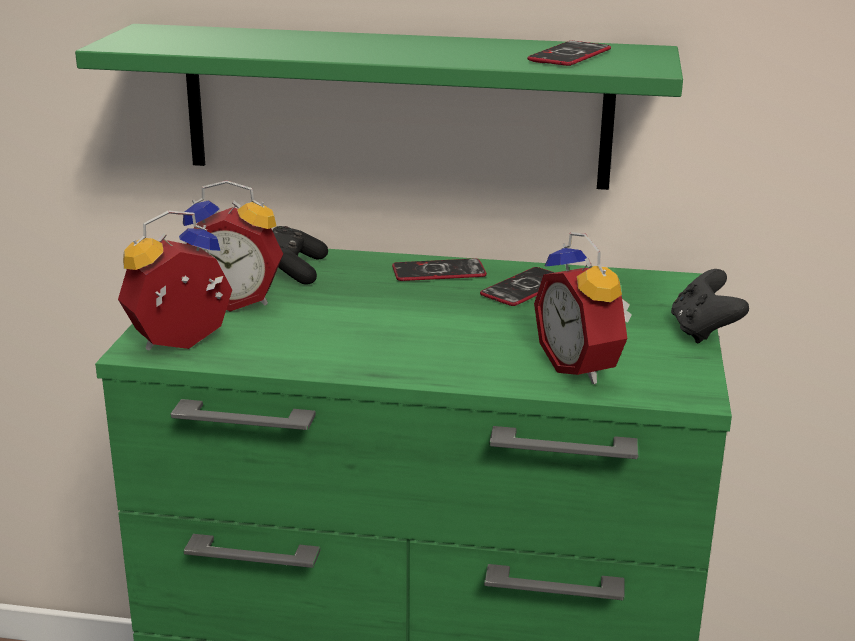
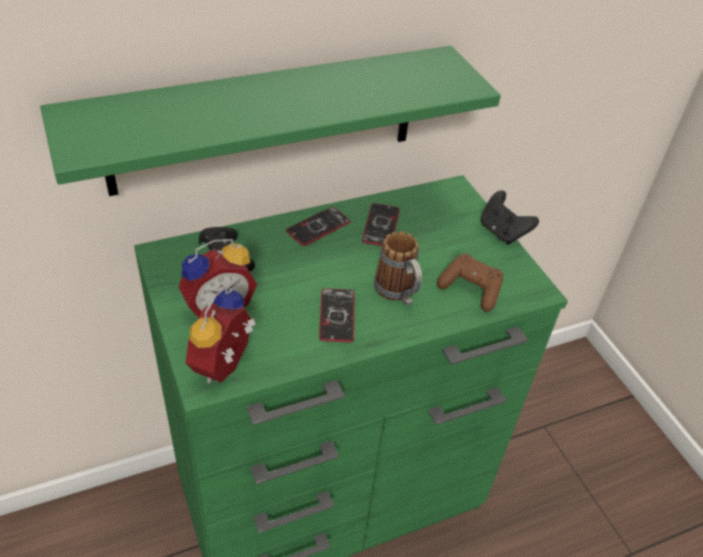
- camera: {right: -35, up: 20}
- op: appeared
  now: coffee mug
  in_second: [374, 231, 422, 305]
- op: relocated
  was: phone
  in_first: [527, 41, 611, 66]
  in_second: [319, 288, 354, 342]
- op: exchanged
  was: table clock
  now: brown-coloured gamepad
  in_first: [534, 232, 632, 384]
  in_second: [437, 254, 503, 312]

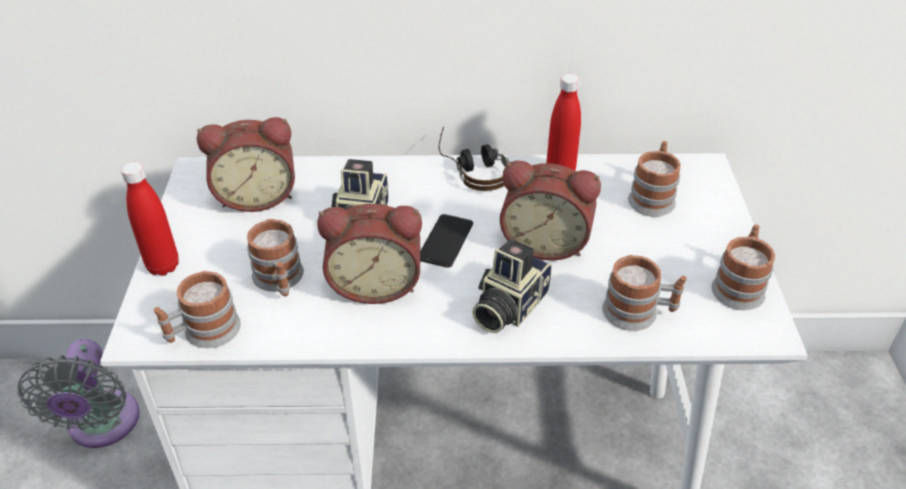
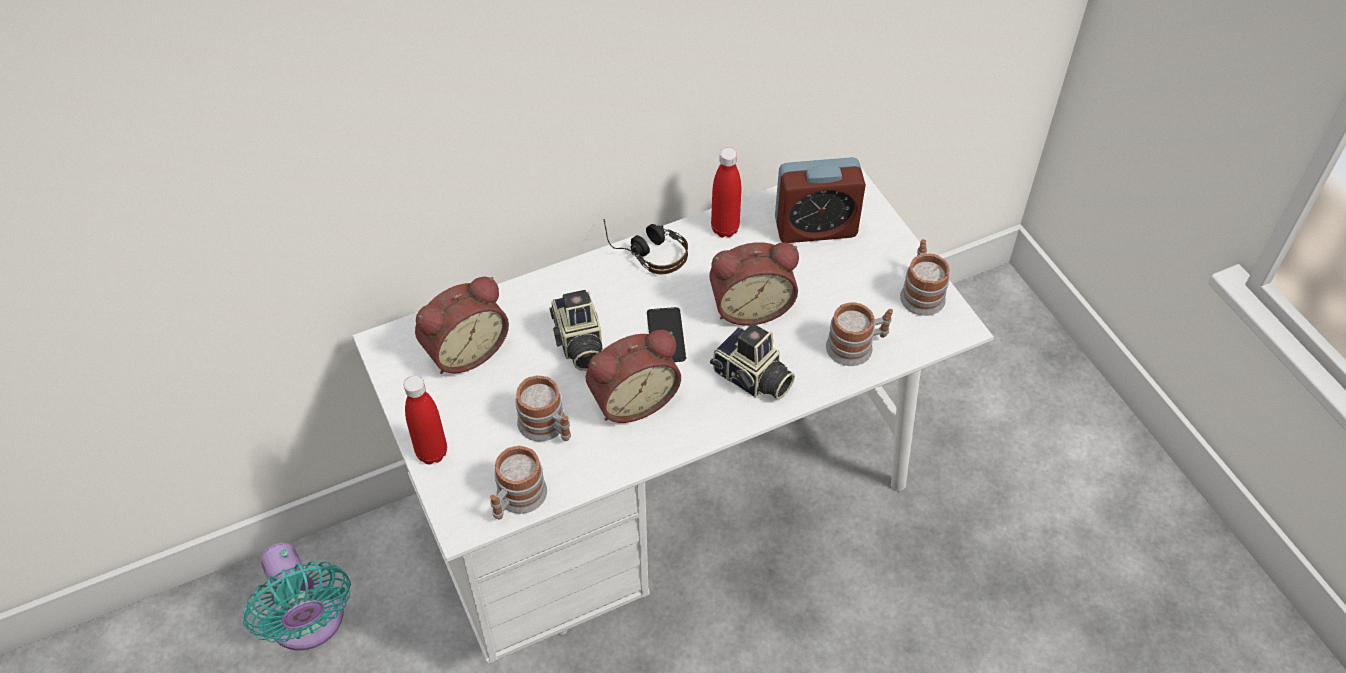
- camera: {right: -25, up: 10}
- op: exchanged
  was: coffee mug
  now: table clock
  in_first: [628, 141, 681, 217]
  in_second: [775, 157, 866, 243]
- op: colour
  was: greyish electric fan
  now: turquoise-coloured electric fan
  in_first: [17, 339, 140, 448]
  in_second: [243, 543, 351, 651]
- op: spun
  was: still camera
  in_first: [472, 239, 552, 333]
  in_second: [710, 323, 795, 399]
  clockwise: -60

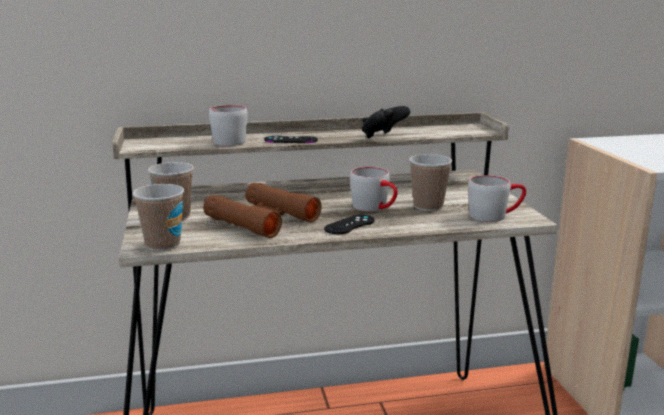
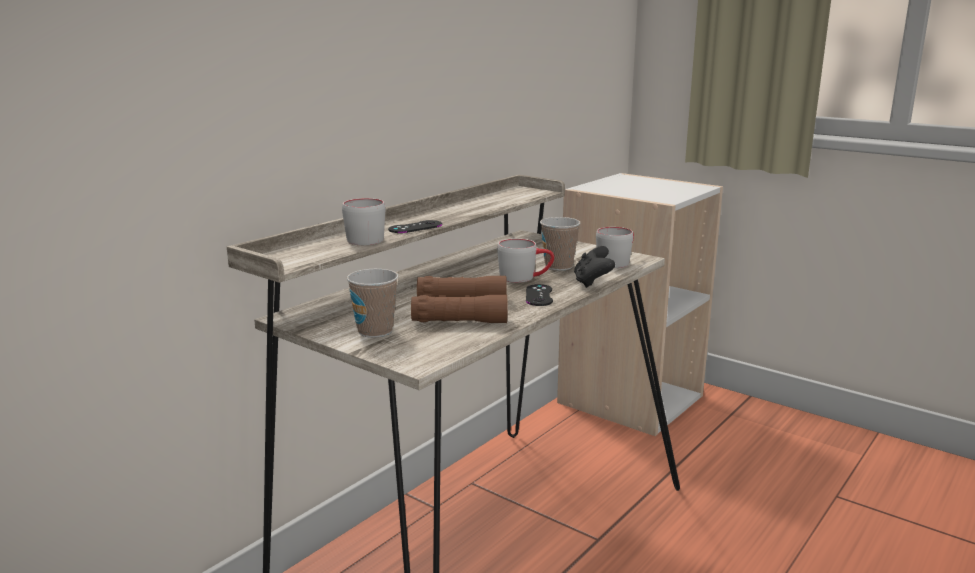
- camera: {right: -40, up: 0}
- op: missing
  was: small cup
  in_first: [133, 184, 184, 251]
- op: relocated
  was: blackish gamepad
  in_first: [362, 106, 410, 138]
  in_second: [574, 246, 615, 288]

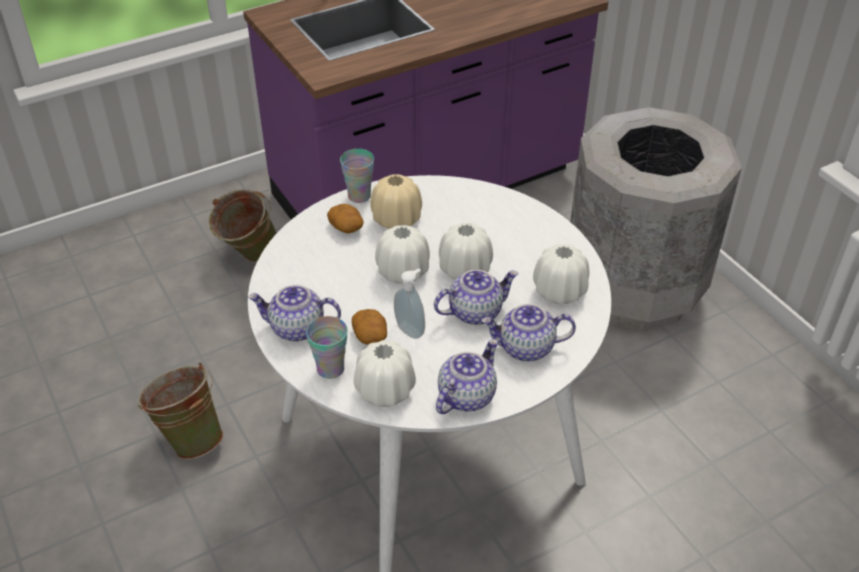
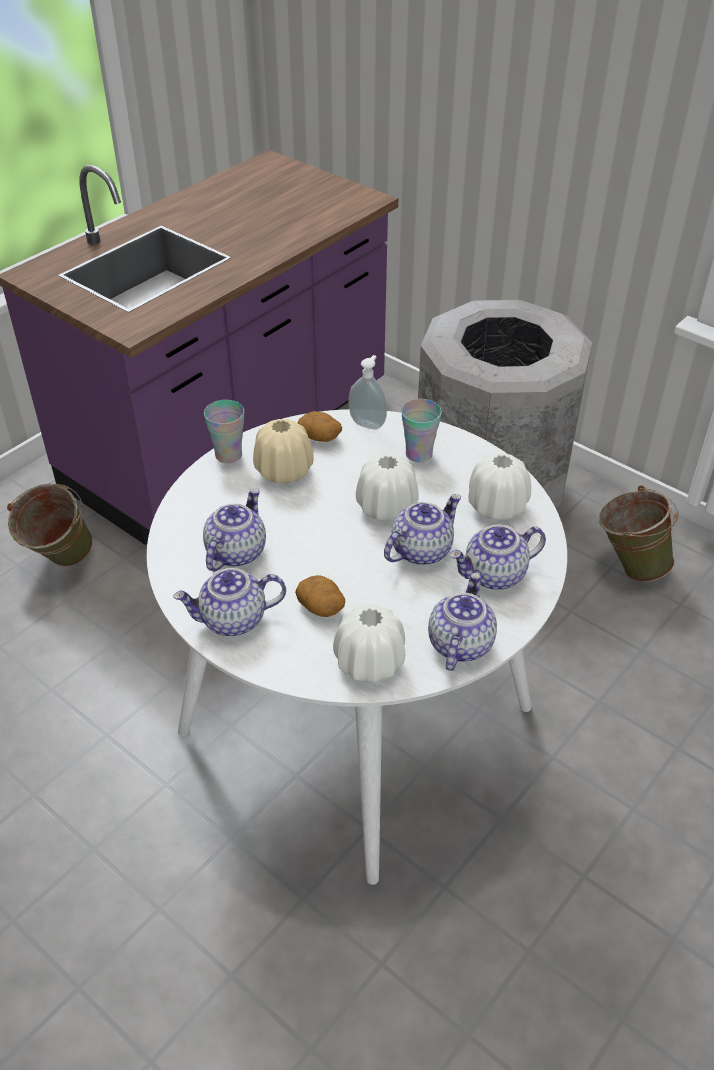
- camera: {right: -20, up: 0}
- op: missing
  was: white-coloured flower vase
  in_first: [375, 225, 430, 284]
- op: appeared
  now: teapot
  in_second: [203, 488, 266, 572]
- op: relocated
  was: green pail
  in_first: [138, 363, 224, 460]
  in_second: [599, 485, 678, 582]
- op: relocated
  was: small cup
  in_first: [306, 316, 348, 379]
  in_second: [401, 399, 442, 462]
- op: relocated
  was: spud
  in_first: [327, 204, 364, 233]
  in_second: [297, 411, 342, 442]
- op: relocated
  was: soap dispenser
  in_first: [394, 268, 425, 339]
  in_second: [349, 355, 387, 430]

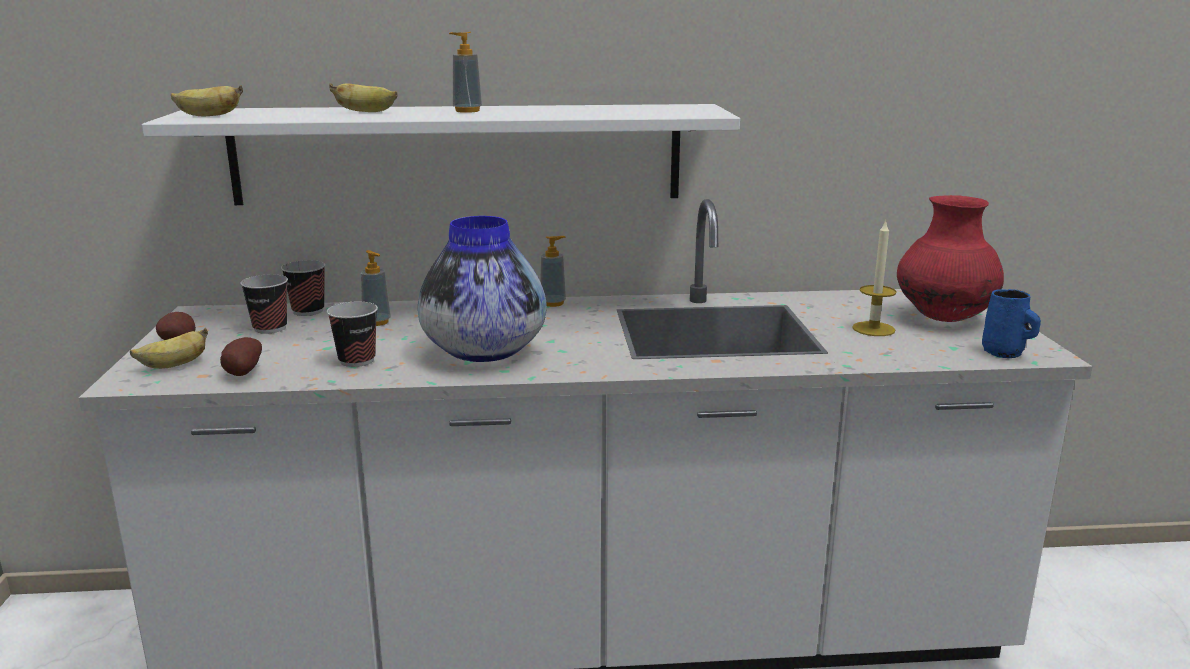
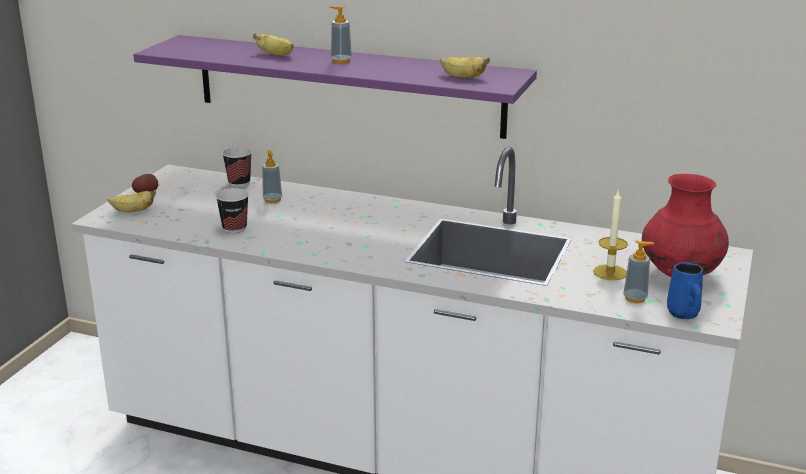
- camera: {right: 25, up: 5}
- op: missing
  was: spud
  in_first: [220, 337, 262, 376]
- op: missing
  was: small cup
  in_first: [240, 274, 288, 334]
- op: missing
  was: flower vase
  in_first: [418, 216, 547, 362]
- op: relocated
  was: banana
  in_first: [171, 85, 243, 116]
  in_second: [440, 57, 490, 78]
- op: relocated
  was: soap dispenser
  in_first: [540, 236, 566, 307]
  in_second: [623, 241, 654, 303]
- op: colour
  was: white-coloured wall shelf
  now: purple wall shelf
  in_first: [142, 104, 740, 205]
  in_second: [133, 35, 537, 139]

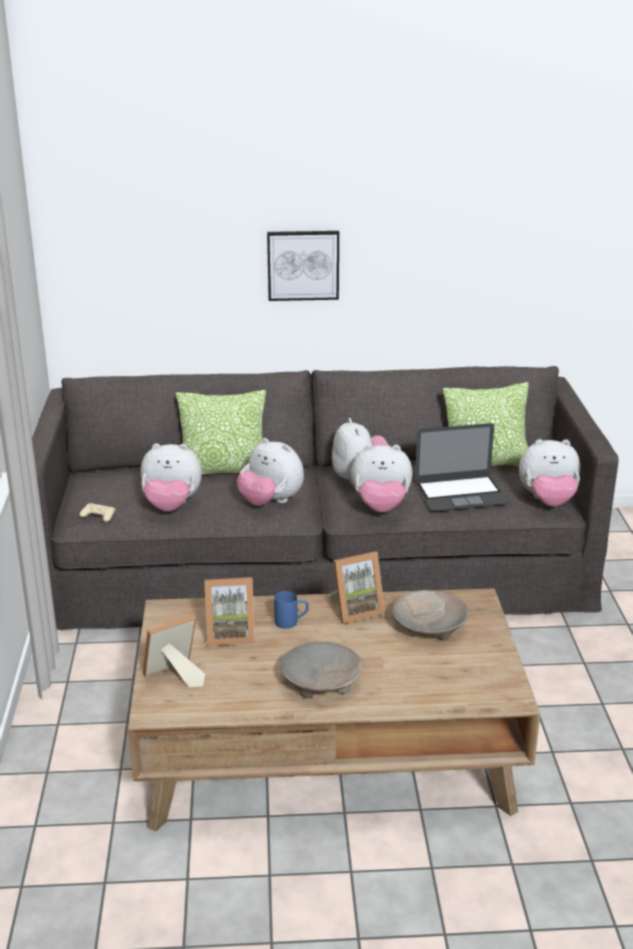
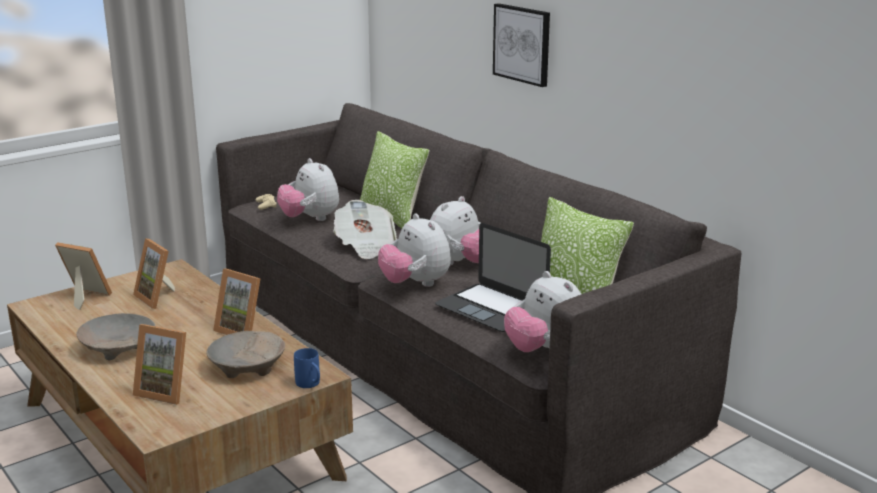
- camera: {right: 55, up: -5}
- op: appeared
  now: standing frame
  in_second: [133, 324, 186, 405]
- op: relocated
  was: bluish coffee mug
  in_first: [274, 591, 309, 629]
  in_second: [294, 348, 320, 388]
- op: exchanged
  was: soft toy
  now: daily paper
  in_first: [237, 438, 304, 506]
  in_second: [333, 200, 397, 259]

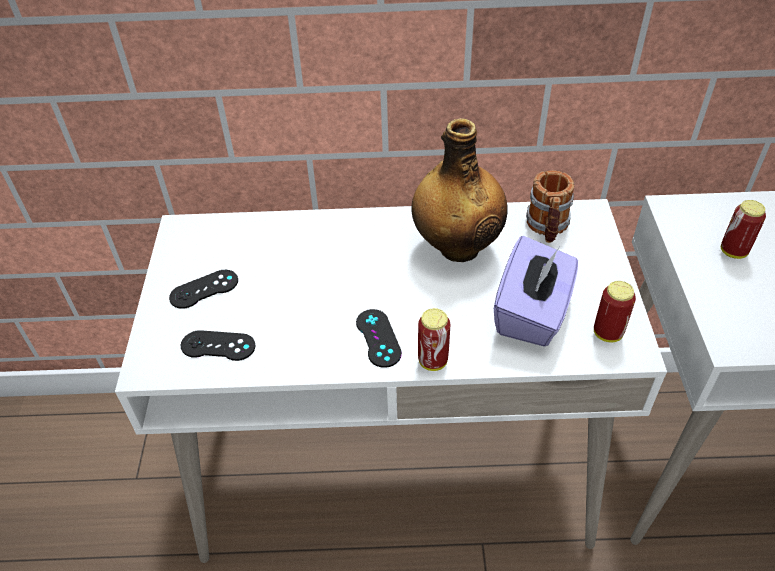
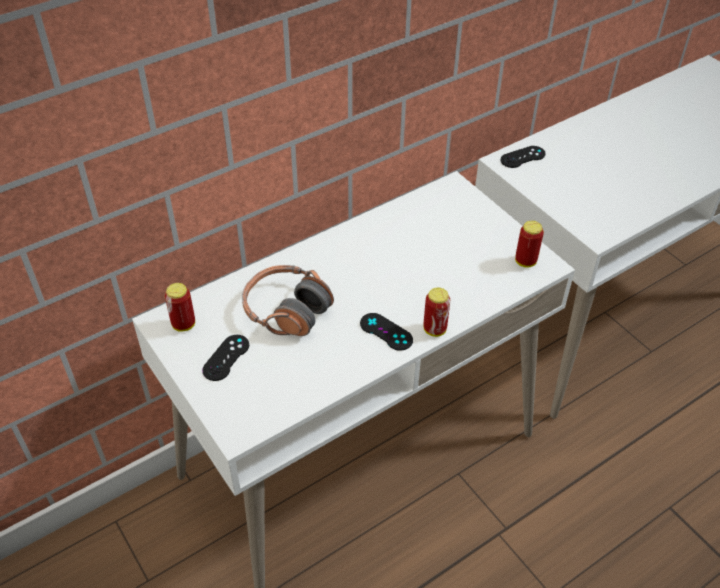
- camera: {right: -35, up: 0}
- op: missing
  was: drink bottle
  in_first: [411, 118, 508, 262]
- op: missing
  was: purple tissue box
  in_first: [494, 236, 578, 347]
- op: missing
  was: coffee mug
  in_first: [526, 170, 575, 243]
- op: appeared
  now: headphones
  in_second: [242, 265, 334, 336]
- op: relocated
  was: blackish gamepad
  in_first: [181, 330, 256, 361]
  in_second: [501, 146, 546, 168]
- op: relocated
  was: can
  in_first: [721, 200, 766, 259]
  in_second: [165, 283, 195, 332]

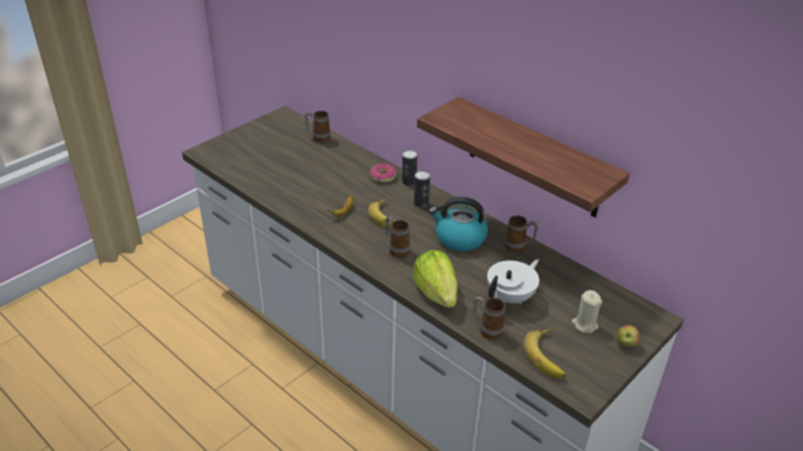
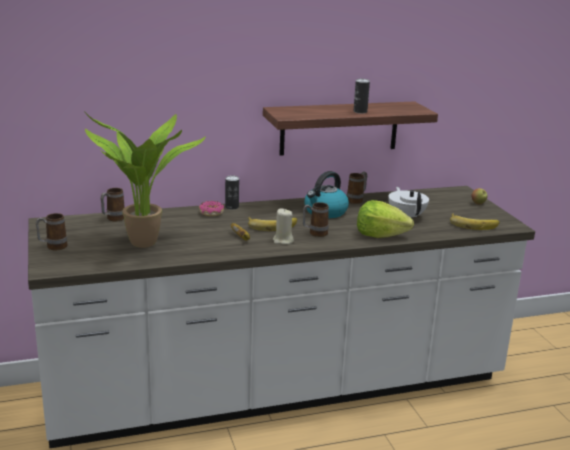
- camera: {right: -60, up: -15}
- op: appeared
  now: plant in a pot
  in_second: [84, 111, 206, 248]
- op: relocated
  was: can
  in_first: [414, 171, 430, 208]
  in_second: [354, 79, 370, 114]
- op: relocated
  was: coffee mug
  in_first: [473, 296, 505, 340]
  in_second: [36, 213, 68, 250]
- op: relocated
  was: beige-coloured wax candle
  in_first: [571, 290, 602, 333]
  in_second: [273, 208, 294, 244]

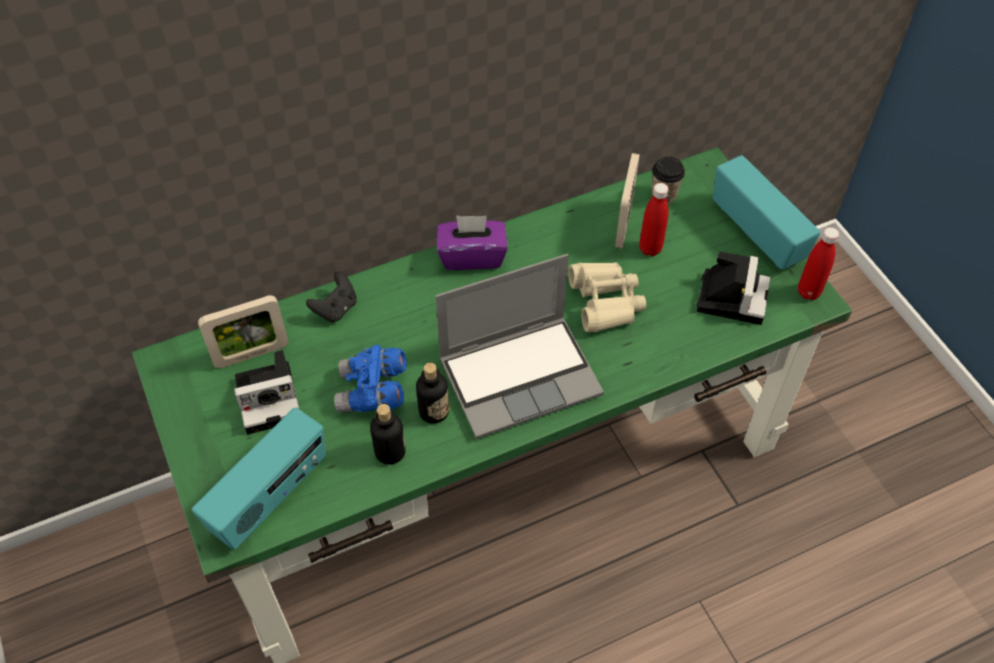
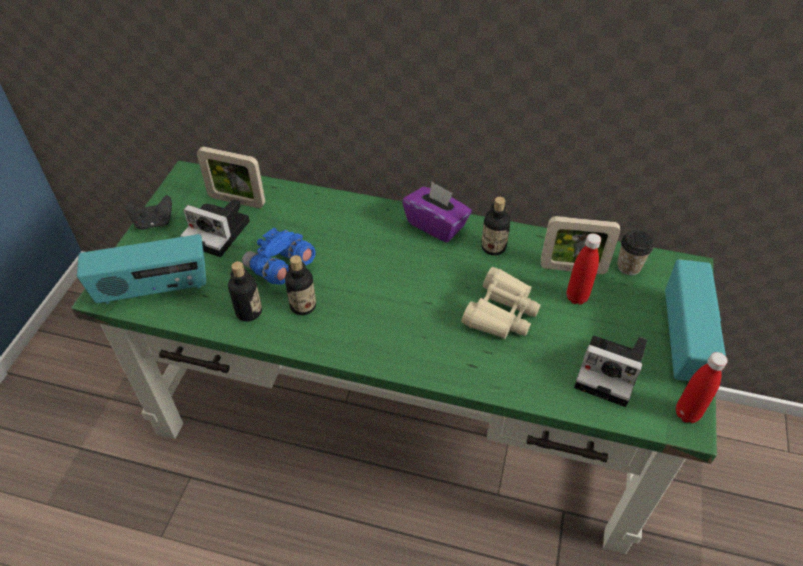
- camera: {right: 40, up: -5}
- op: missing
  was: laptop
  in_first: [435, 254, 604, 439]
- op: appeared
  now: drink bottle
  in_second: [481, 197, 510, 256]
- op: relocated
  was: blackish gamepad
  in_first: [306, 271, 357, 322]
  in_second: [126, 195, 172, 230]
- op: spun
  was: standing frame
  in_first: [615, 153, 640, 249]
  in_second: [541, 216, 620, 274]
  clockwise: -135
- op: spun
  was: still camera
  in_first: [696, 252, 771, 325]
  in_second: [574, 336, 647, 407]
  clockwise: 60

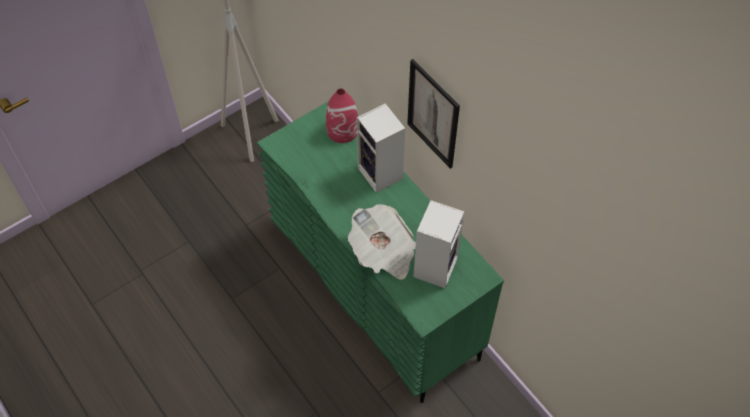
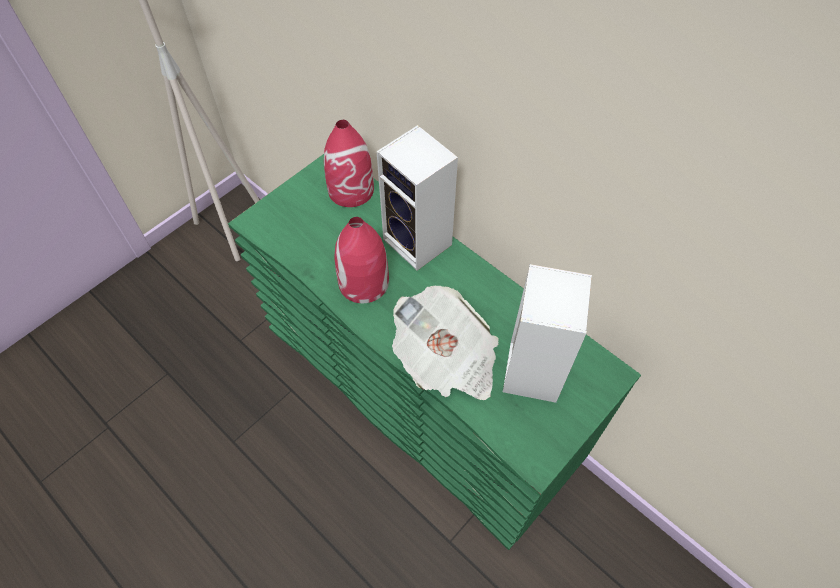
- camera: {right: -10, up: 0}
- op: missing
  was: wall art
  in_first: [407, 59, 460, 169]
- op: appeared
  now: red flower vase
  in_second: [334, 217, 389, 303]

